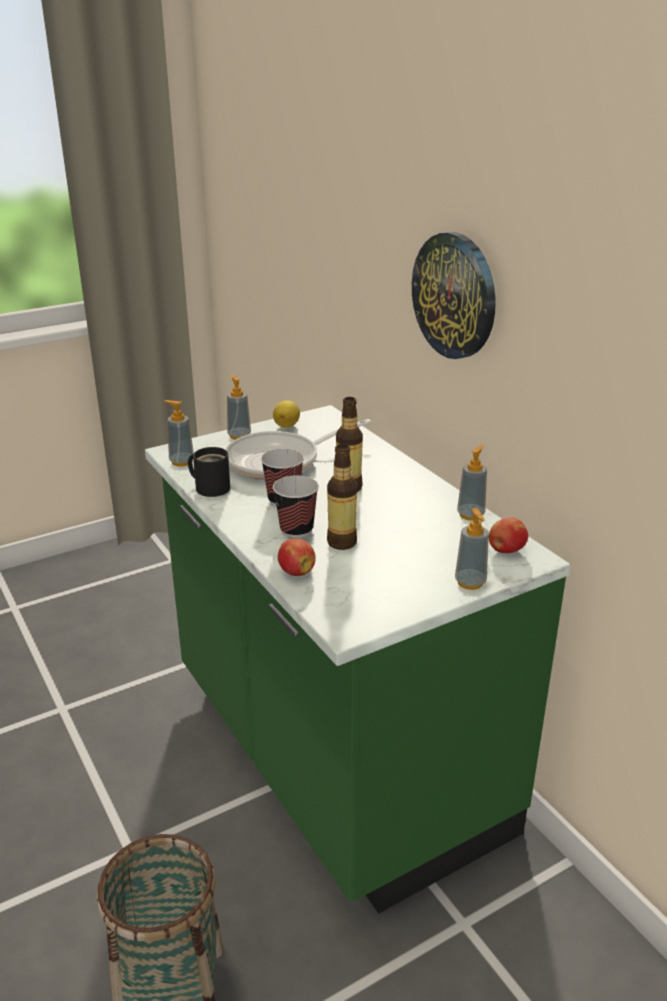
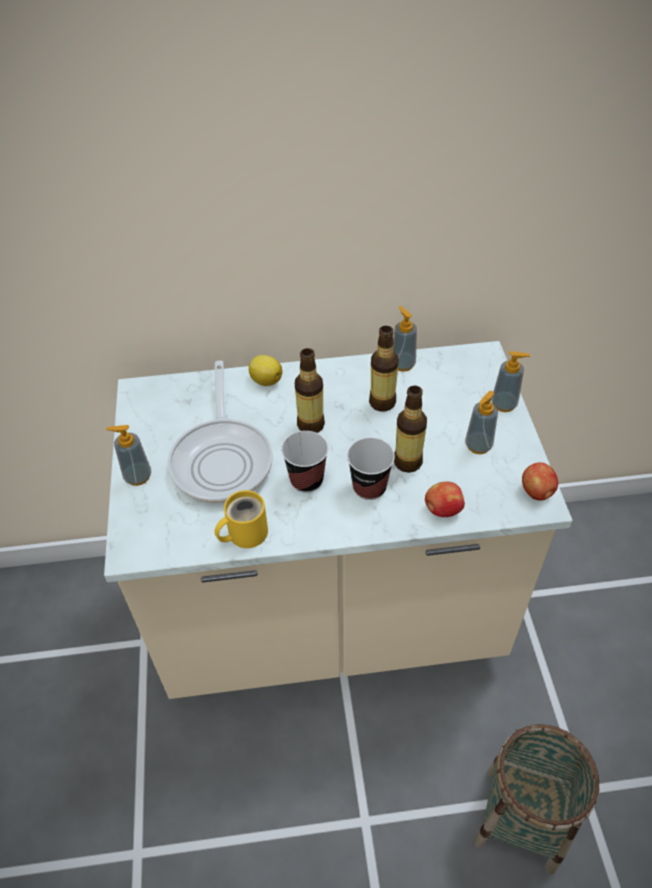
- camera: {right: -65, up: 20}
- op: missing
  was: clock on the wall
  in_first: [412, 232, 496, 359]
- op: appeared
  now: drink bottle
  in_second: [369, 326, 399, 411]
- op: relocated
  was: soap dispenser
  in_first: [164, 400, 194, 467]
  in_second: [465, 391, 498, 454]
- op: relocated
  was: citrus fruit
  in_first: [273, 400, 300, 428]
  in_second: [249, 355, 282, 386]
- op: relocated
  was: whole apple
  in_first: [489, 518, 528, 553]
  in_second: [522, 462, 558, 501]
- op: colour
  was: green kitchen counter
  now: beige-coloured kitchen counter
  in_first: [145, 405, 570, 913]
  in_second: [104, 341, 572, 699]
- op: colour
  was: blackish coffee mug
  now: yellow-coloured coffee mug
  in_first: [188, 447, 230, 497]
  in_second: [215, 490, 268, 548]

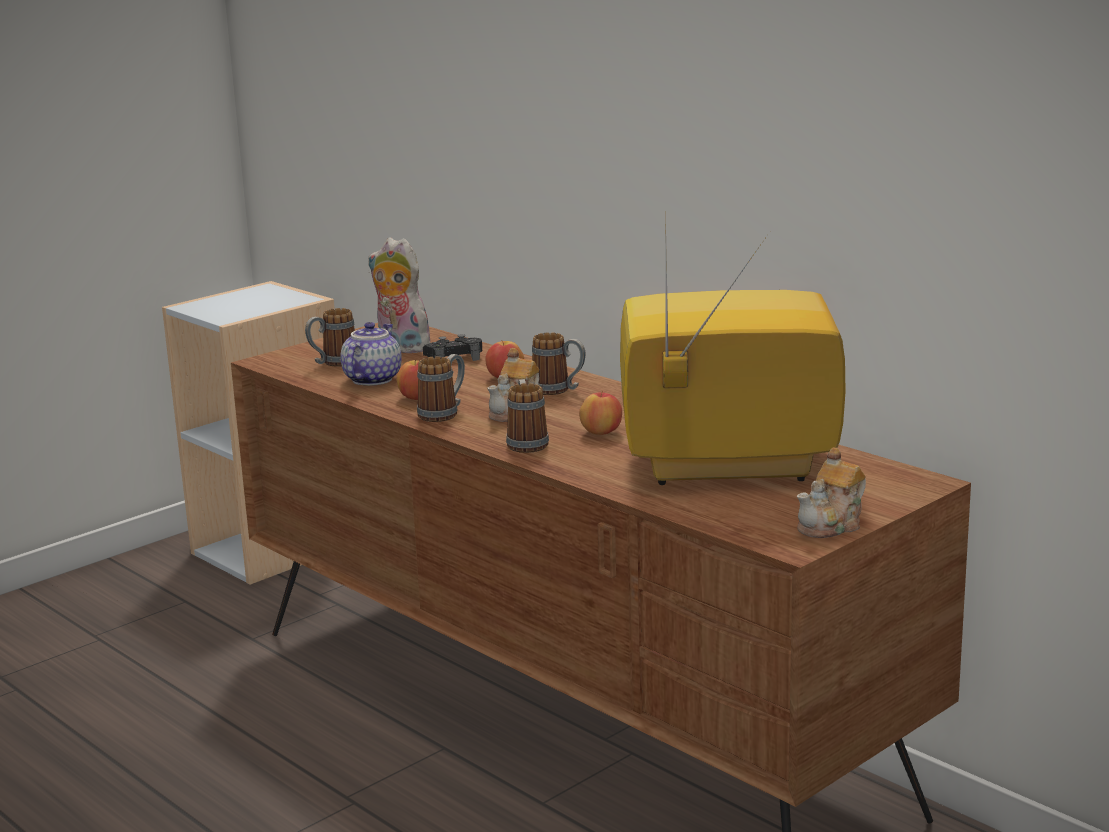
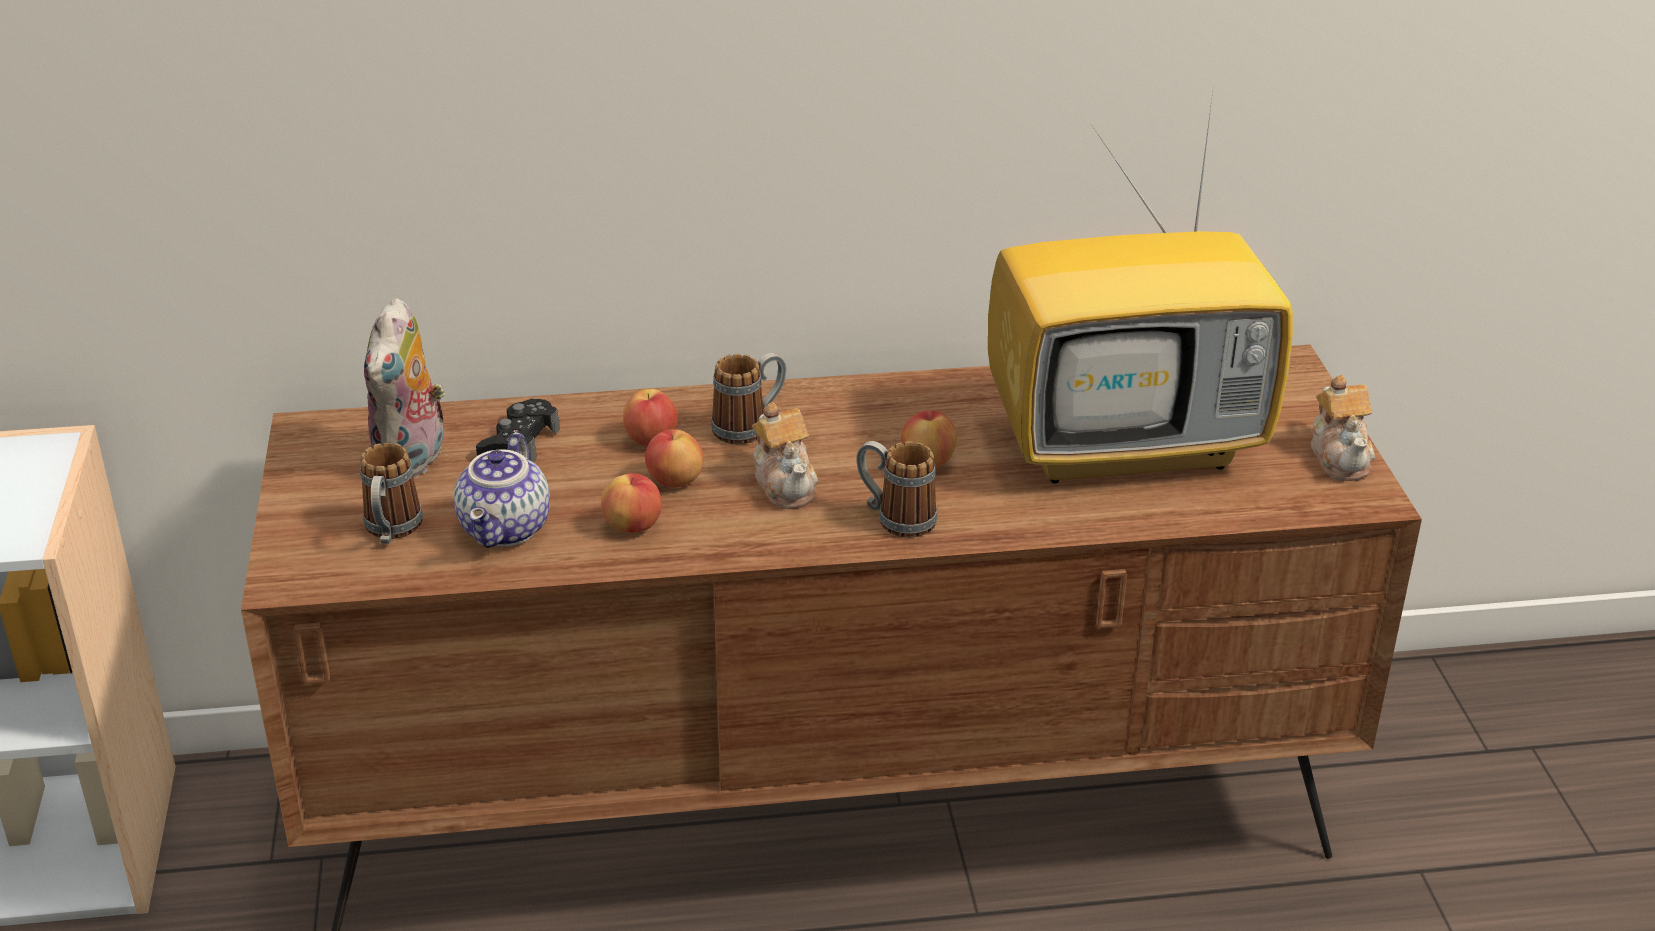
- camera: {right: -55, up: 15}
- op: missing
  was: coffee mug
  in_first: [417, 354, 465, 422]
- op: appeared
  now: whole apple
  in_second: [645, 429, 704, 487]
- op: spun
  was: teapot
  in_first: [341, 322, 402, 386]
  in_second: [454, 432, 550, 548]
  clockwise: -135
- op: spun
  was: soft toy
  in_first: [368, 237, 430, 353]
  in_second: [364, 297, 447, 478]
  clockwise: -60
- op: spun
  was: TV
  in_first: [620, 206, 846, 485]
  in_second: [988, 85, 1293, 484]
  clockwise: -135

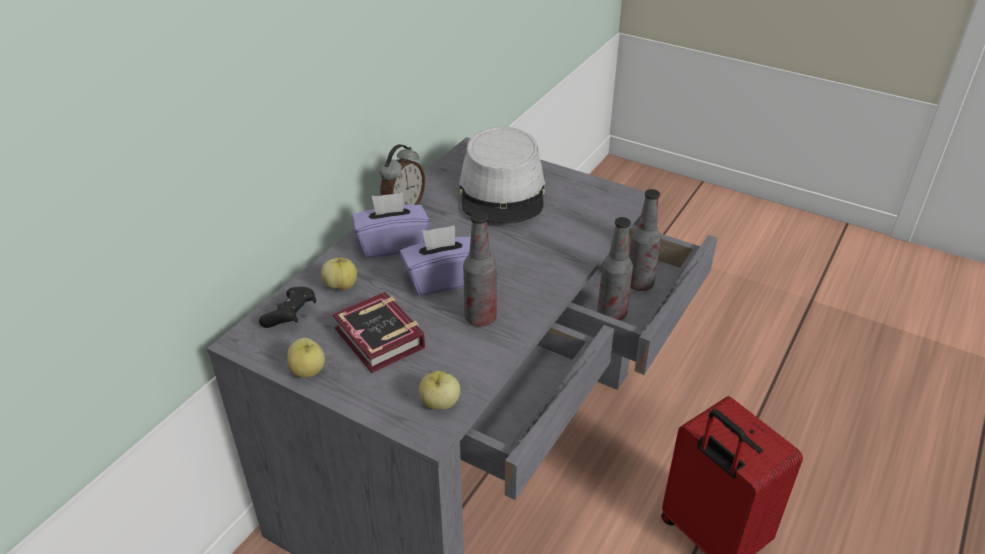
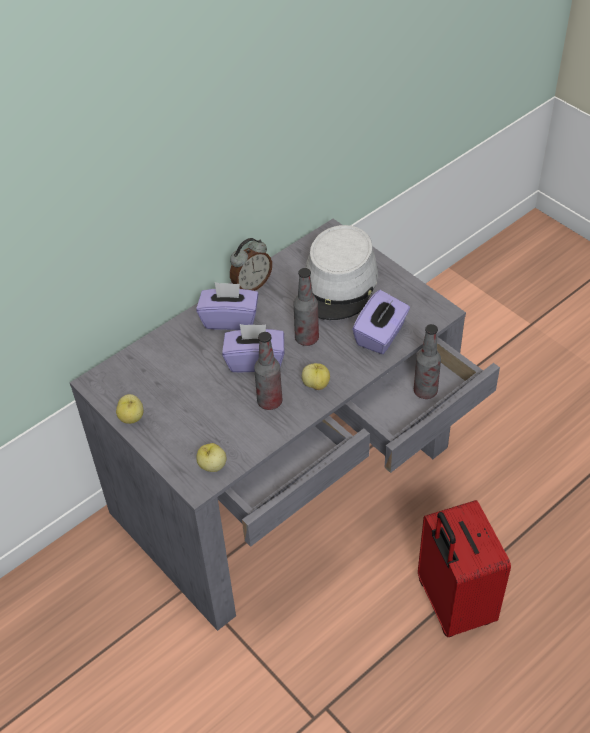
- camera: {right: 20, up: 10}
- op: missing
  was: blackish gamepad
  in_first: [259, 287, 316, 328]
- op: missing
  was: bound book
  in_first: [333, 292, 425, 373]
- op: appeared
  now: purple tissue box
  in_second: [352, 290, 410, 354]
- op: relocated
  was: whole apple
  in_first: [321, 257, 357, 290]
  in_second: [302, 363, 330, 390]
- op: relocated
  was: drink bottle
  in_first: [597, 217, 633, 321]
  in_second: [294, 268, 319, 346]

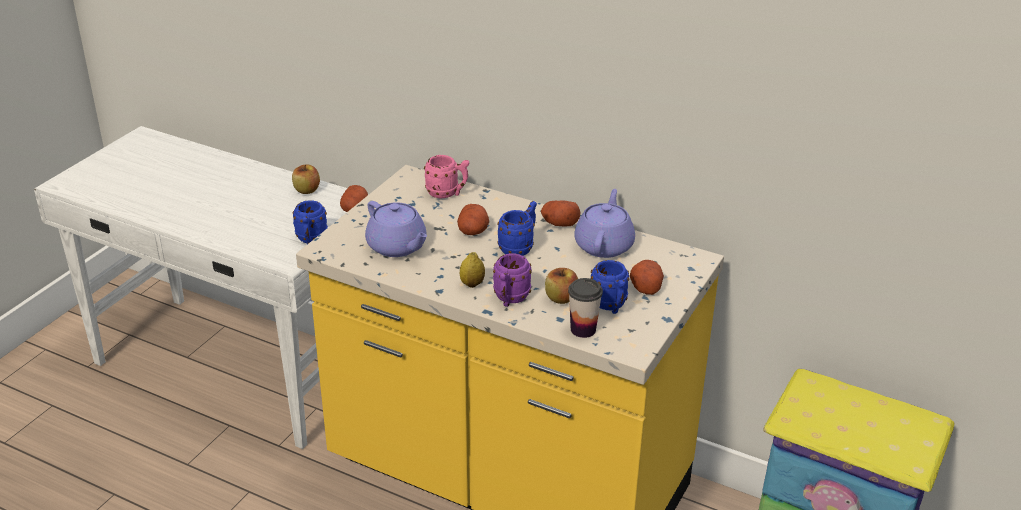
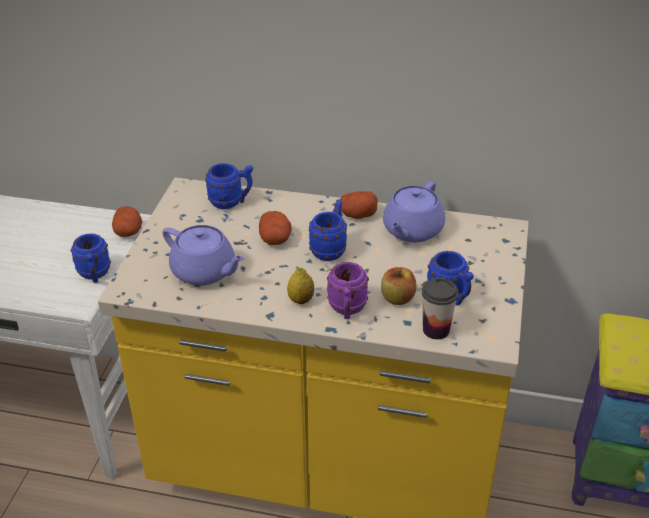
- camera: {right: -15, up: 5}
- op: missing
  was: whole apple
  in_first: [292, 165, 320, 194]
- op: missing
  was: spud
  in_first: [630, 260, 664, 295]
- op: colour
  was: pink-coloured coffee mug
  now: bluish coffee mug
  in_first: [424, 155, 469, 198]
  in_second: [205, 163, 253, 209]
- op: spun
  was: purple teapot
  in_first: [574, 189, 635, 258]
  in_second: [383, 181, 445, 242]
  clockwise: -150

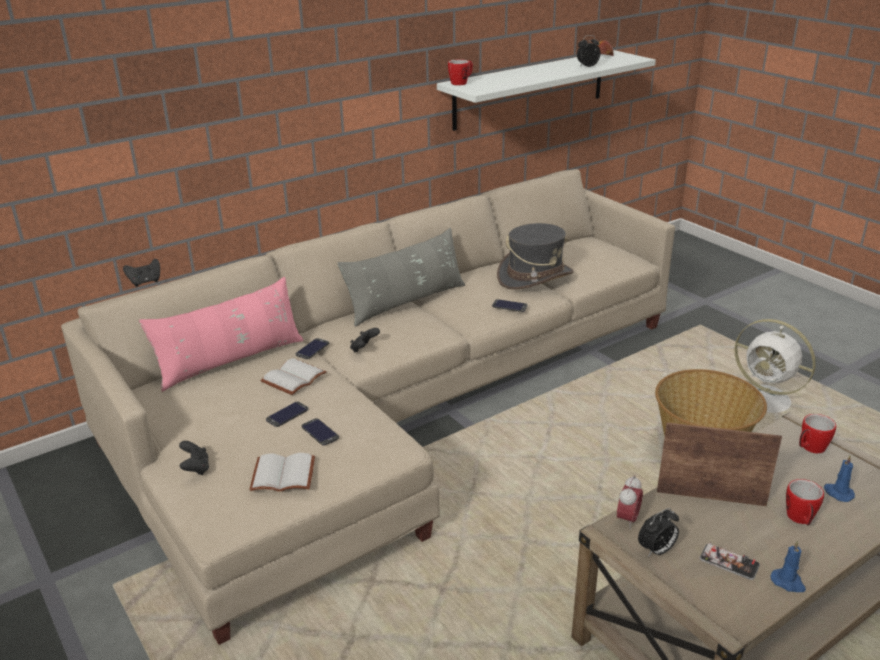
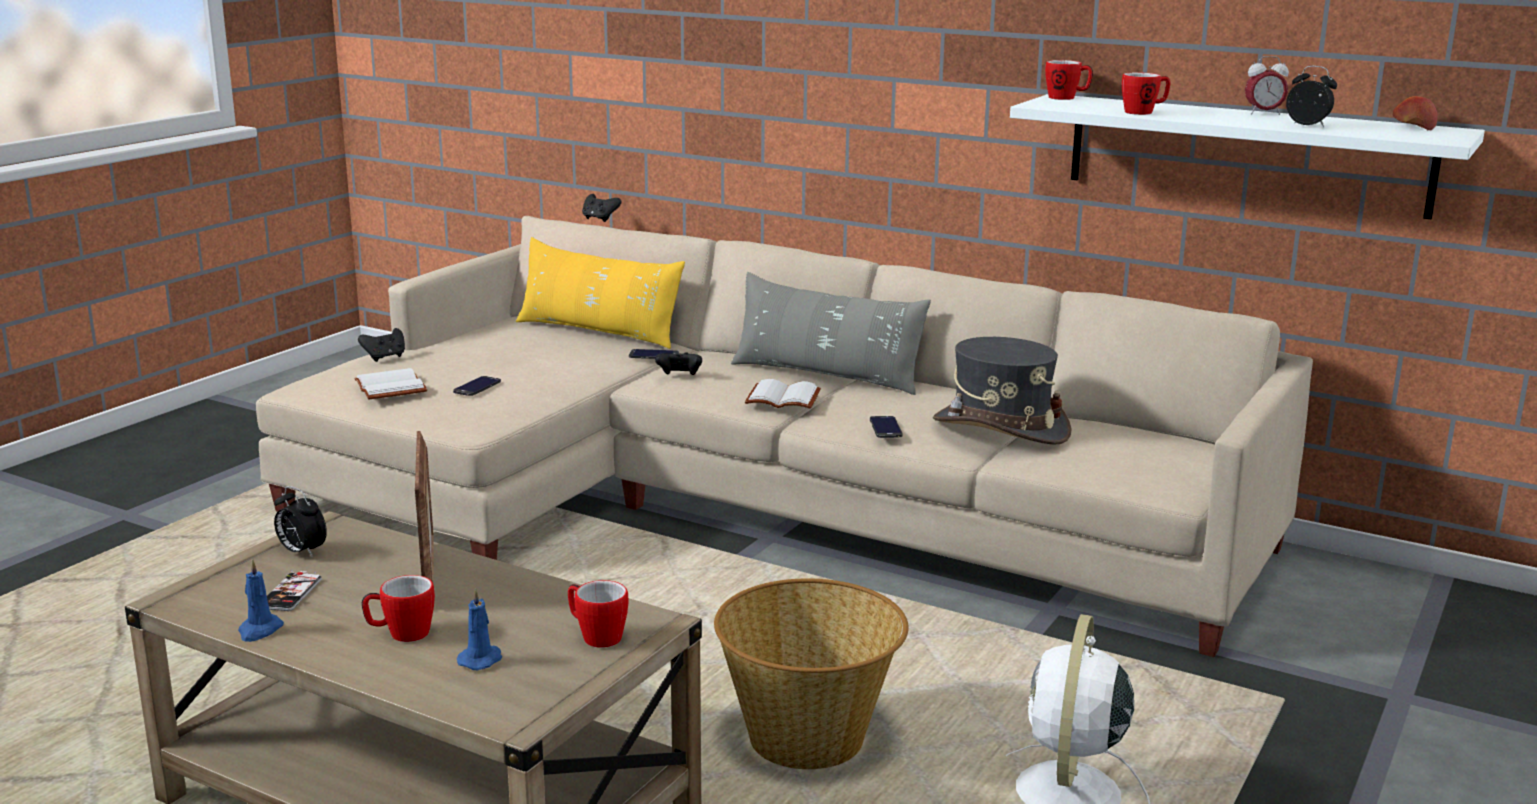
- camera: {right: 65, up: -10}
- op: missing
  was: phone
  in_first: [266, 402, 308, 427]
- op: appeared
  now: coffee mug
  in_second: [1122, 72, 1171, 115]
- op: relocated
  was: white-coloured bound book
  in_first: [260, 358, 327, 395]
  in_second: [745, 379, 821, 409]
- op: relocated
  was: table clock
  in_first: [617, 476, 643, 529]
  in_second: [1245, 56, 1289, 115]
- op: colour
  was: pink-coloured throw pillow
  now: yellow-coloured throw pillow
  in_first: [139, 277, 304, 392]
  in_second: [516, 237, 685, 349]

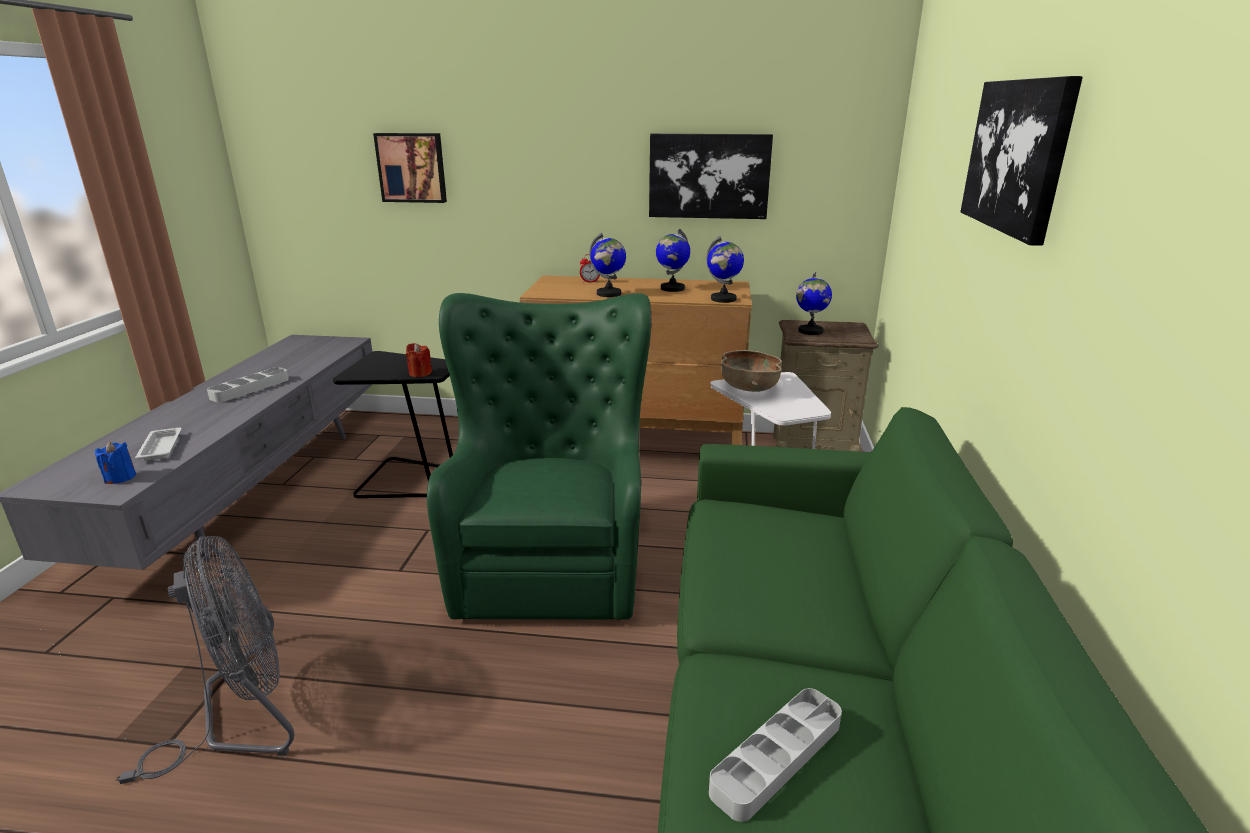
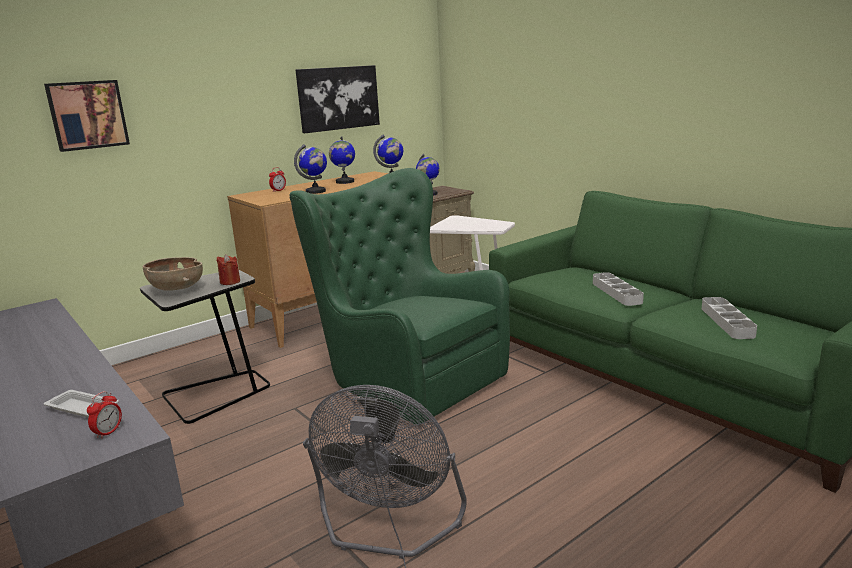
- camera: {right: -45, up: -5}
- op: missing
  was: wall art
  in_first: [960, 76, 1083, 246]
- op: relocated
  was: greyish tray
  in_first: [207, 367, 289, 403]
  in_second: [593, 272, 644, 306]
- op: relocated
  was: brown-coloured deep dish
  in_first: [721, 350, 782, 392]
  in_second: [142, 257, 203, 291]
- op: exchanged
  was: bluish wax candle
  now: table clock
  in_first: [95, 441, 136, 484]
  in_second: [87, 391, 122, 439]

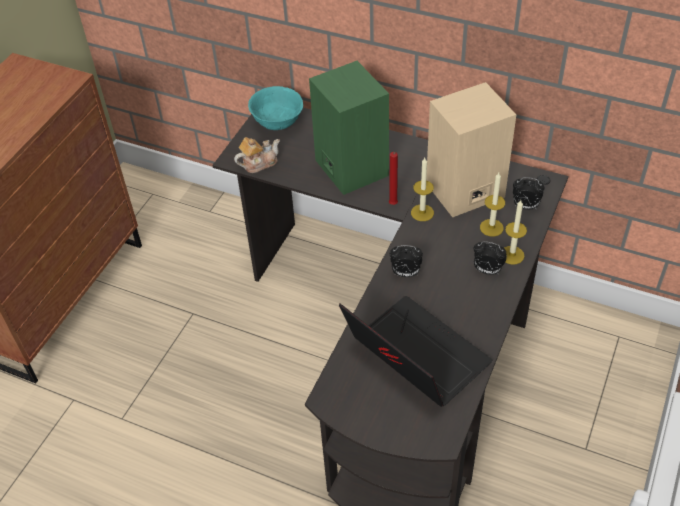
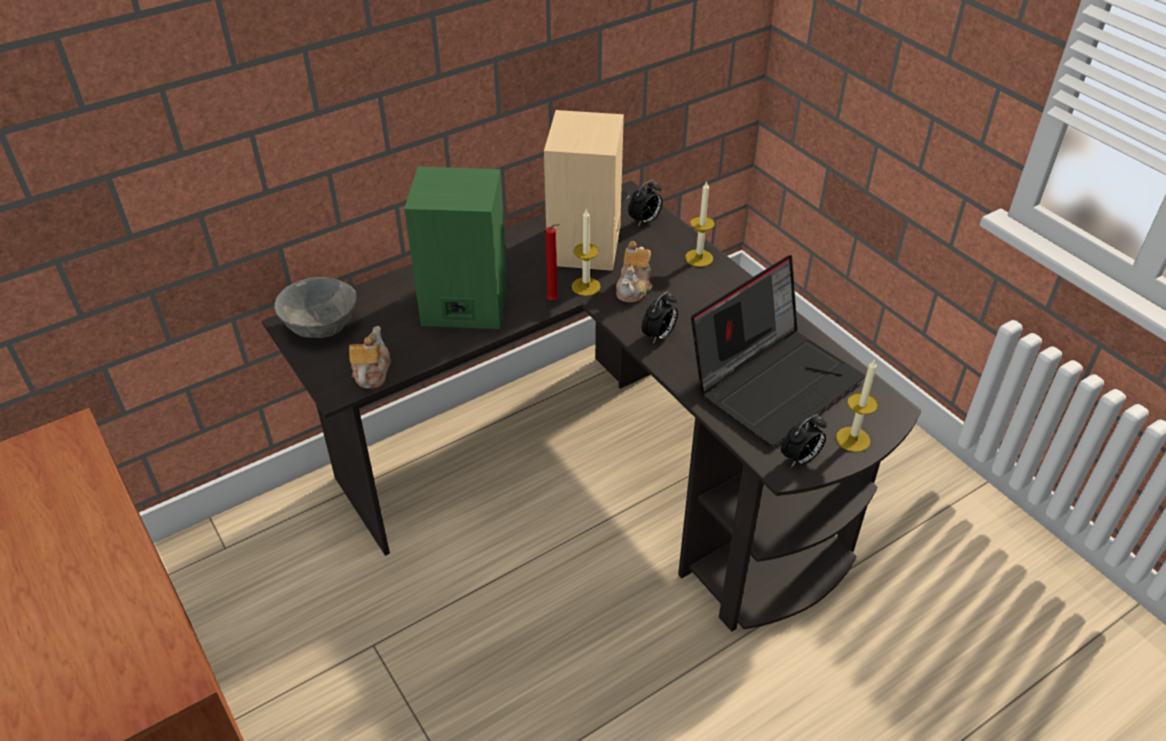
- camera: {right: -60, up: -5}
- op: appeared
  now: teapot
  in_second: [616, 241, 652, 303]
- op: relocated
  was: table clock
  in_first: [474, 241, 507, 275]
  in_second: [781, 414, 827, 467]
- op: relocated
  was: wax candle
  in_first: [480, 173, 505, 237]
  in_second: [836, 359, 878, 452]
- op: colour
  was: turquoise-coloured deep dish
  now: greyish deep dish
  in_first: [248, 86, 303, 130]
  in_second: [274, 277, 357, 338]
- op: spun
  was: laptop
  in_first: [339, 296, 492, 407]
  in_second: [691, 255, 865, 446]
  clockwise: 150

